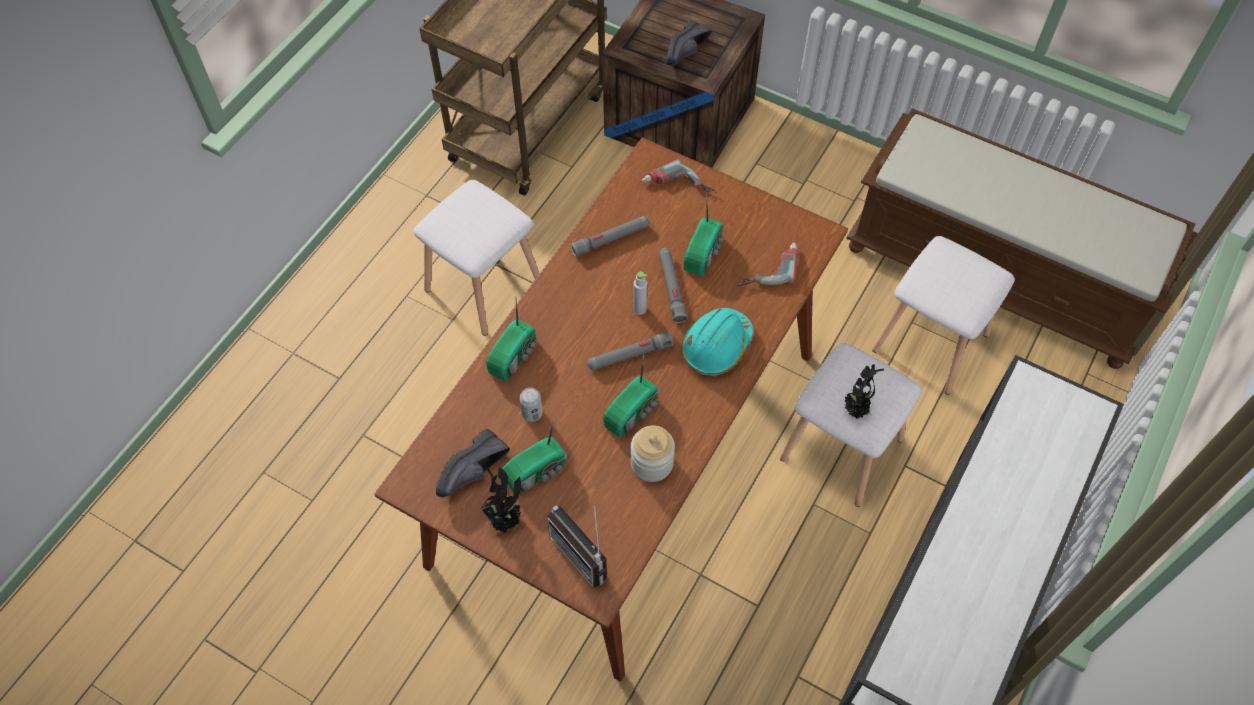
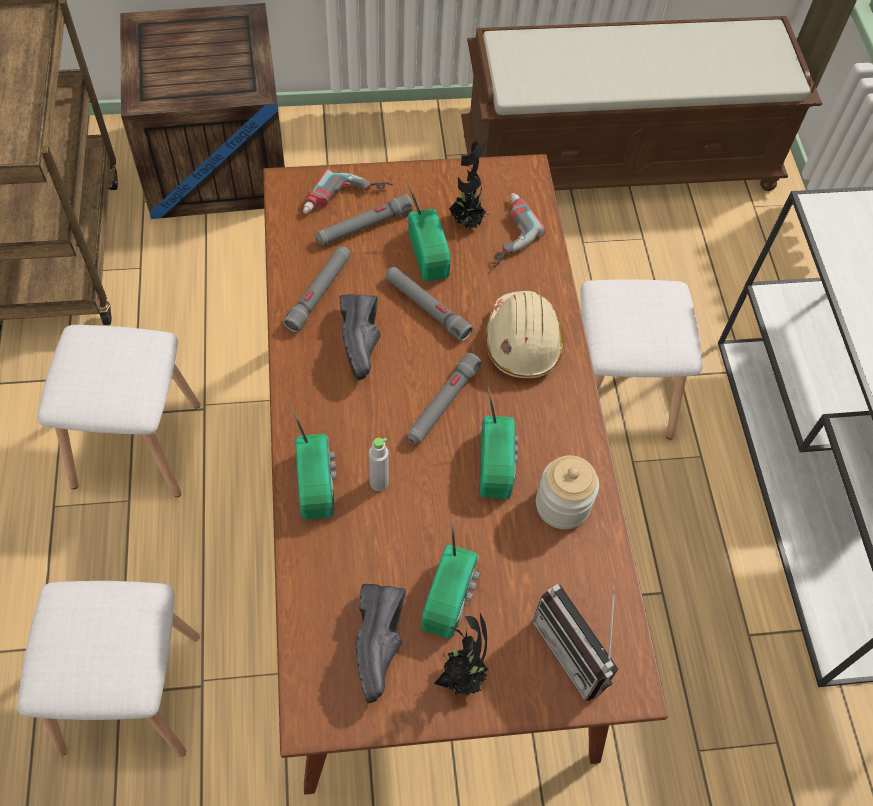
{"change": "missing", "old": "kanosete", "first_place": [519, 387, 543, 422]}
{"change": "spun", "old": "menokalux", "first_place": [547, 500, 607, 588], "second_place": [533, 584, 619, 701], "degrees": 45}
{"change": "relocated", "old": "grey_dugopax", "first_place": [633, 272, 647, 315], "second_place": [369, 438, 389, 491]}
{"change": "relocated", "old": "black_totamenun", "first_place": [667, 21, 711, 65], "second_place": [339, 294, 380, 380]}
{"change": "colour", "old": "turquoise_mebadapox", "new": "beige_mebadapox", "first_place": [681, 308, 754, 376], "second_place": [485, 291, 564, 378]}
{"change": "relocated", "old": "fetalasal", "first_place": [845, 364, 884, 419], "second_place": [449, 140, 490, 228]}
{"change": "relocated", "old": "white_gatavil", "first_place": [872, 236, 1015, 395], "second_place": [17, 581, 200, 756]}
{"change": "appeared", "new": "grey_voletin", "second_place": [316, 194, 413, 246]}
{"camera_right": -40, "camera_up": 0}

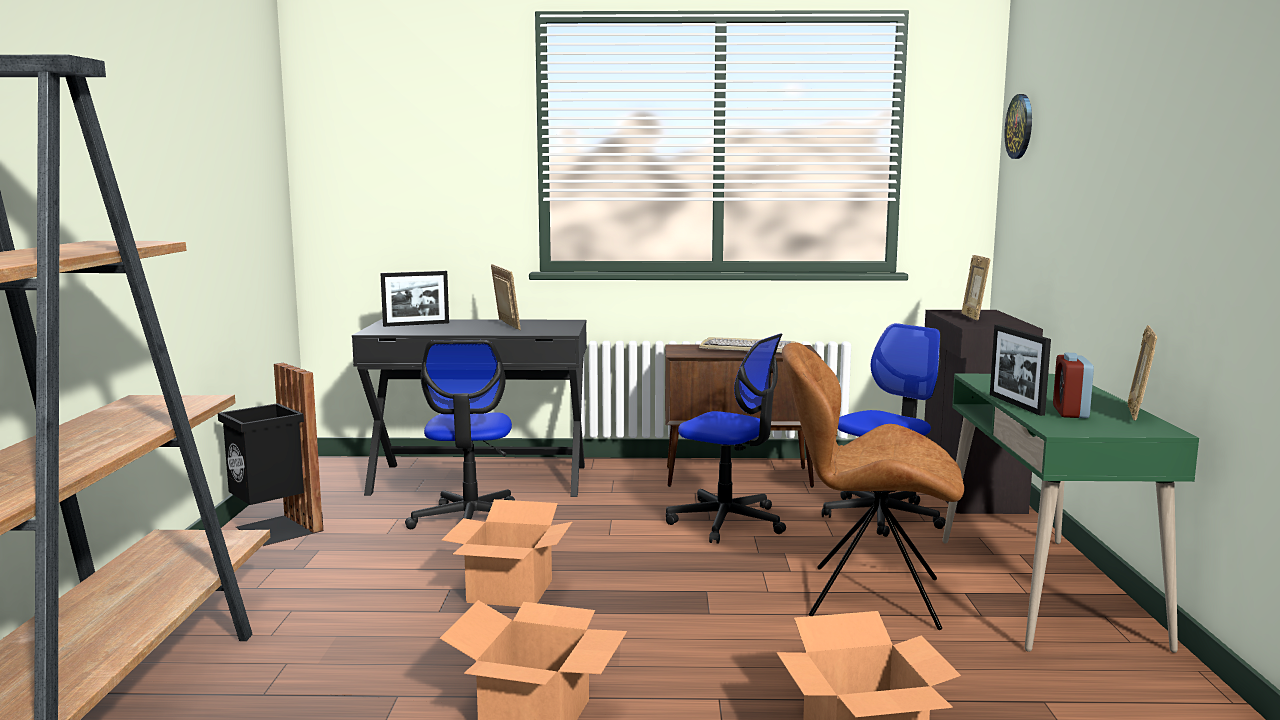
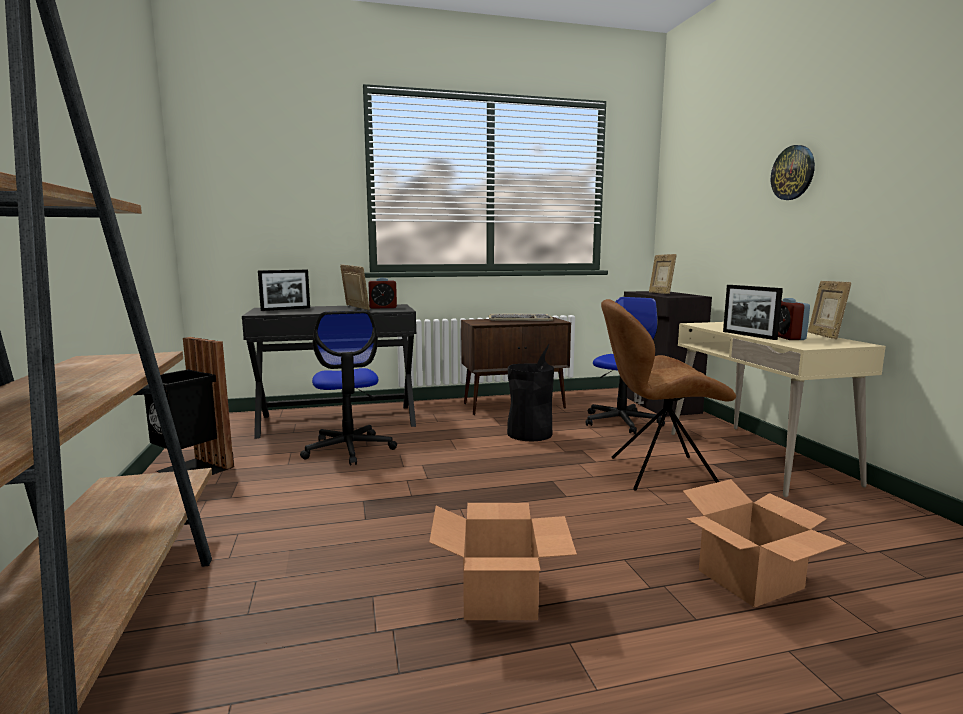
{"change": "missing", "old": "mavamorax", "first_place": [442, 499, 572, 607]}
{"change": "exchanged", "old": "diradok", "new": "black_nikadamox", "first_place": [666, 334, 786, 544], "second_place": [507, 344, 554, 441]}
{"change": "colour", "old": "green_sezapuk", "new": "beige_sezapuk", "first_place": [942, 374, 1199, 653], "second_place": [671, 322, 886, 497]}
{"change": "relocated", "old": "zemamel", "first_place": [1004, 94, 1032, 159], "second_place": [771, 145, 815, 200]}
{"change": "appeared", "new": "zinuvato", "second_place": [368, 278, 397, 309]}
{"camera_right": -15, "camera_up": 0}

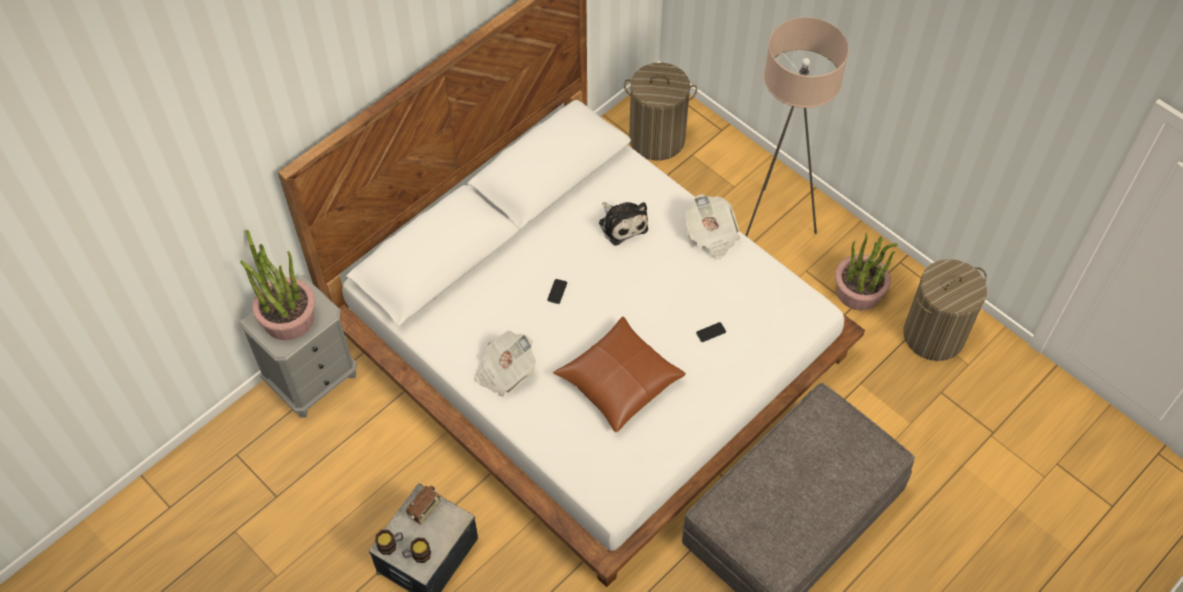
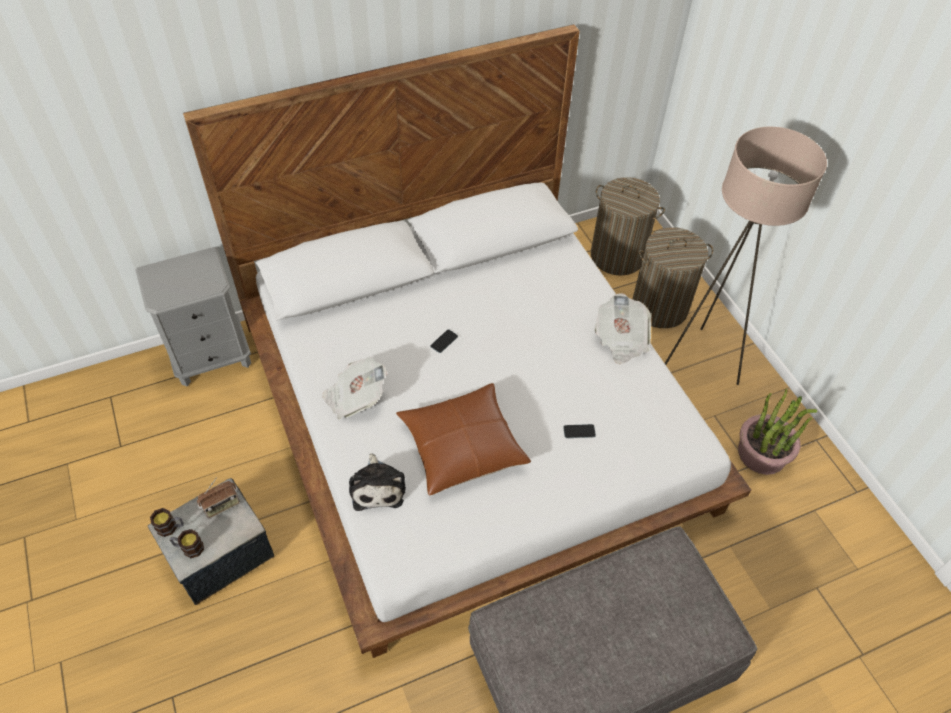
{"change": "missing", "old": "fetalasal", "first_place": [240, 230, 315, 340]}
{"change": "relocated", "old": "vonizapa", "first_place": [599, 202, 648, 246], "second_place": [349, 453, 406, 511]}
{"change": "relocated", "old": "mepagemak", "first_place": [904, 259, 987, 361], "second_place": [633, 227, 713, 328]}
{"camera_right": 20, "camera_up": -5}

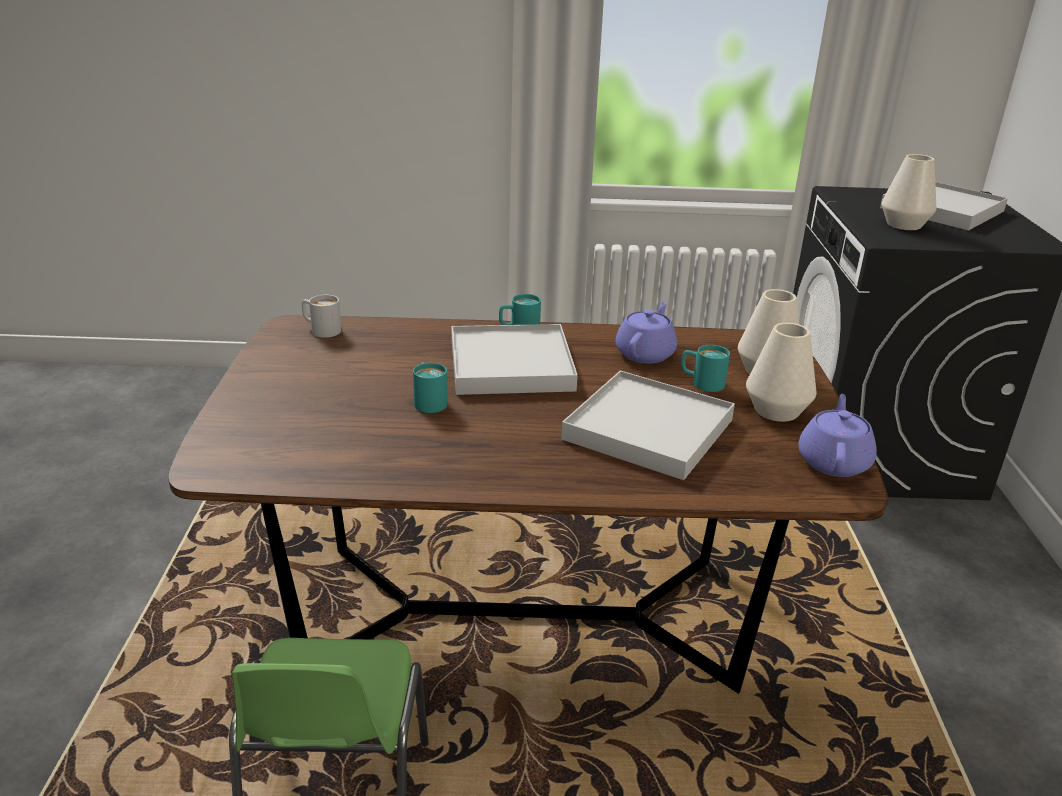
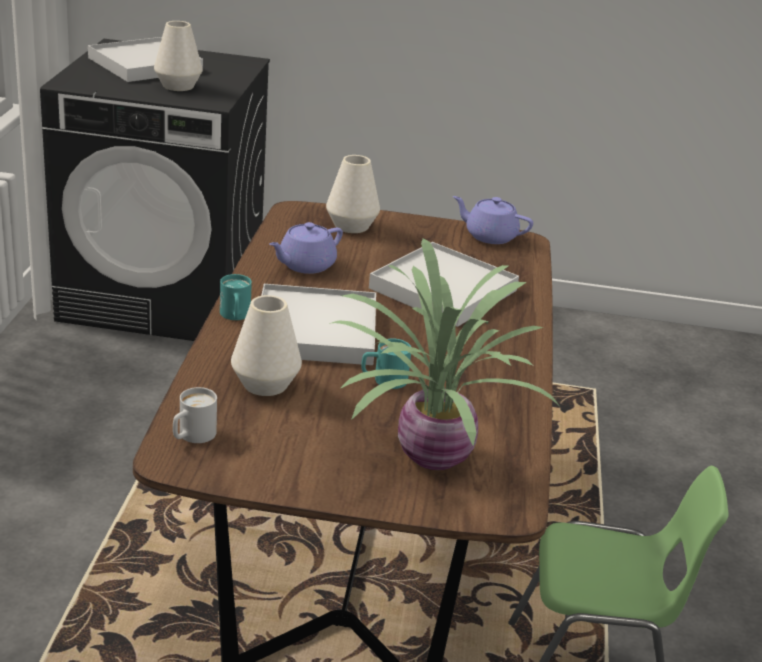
{"change": "spun", "old": "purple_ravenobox", "first_place": [616, 302, 677, 364], "second_place": [269, 222, 343, 274], "degrees": -75}
{"change": "missing", "old": "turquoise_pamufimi", "first_place": [681, 345, 730, 392]}
{"change": "relocated", "old": "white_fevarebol", "first_place": [746, 323, 817, 422], "second_place": [231, 295, 302, 396]}
{"change": "appeared", "new": "fetalasal", "second_place": [329, 238, 559, 470]}
{"camera_right": -85, "camera_up": 0}

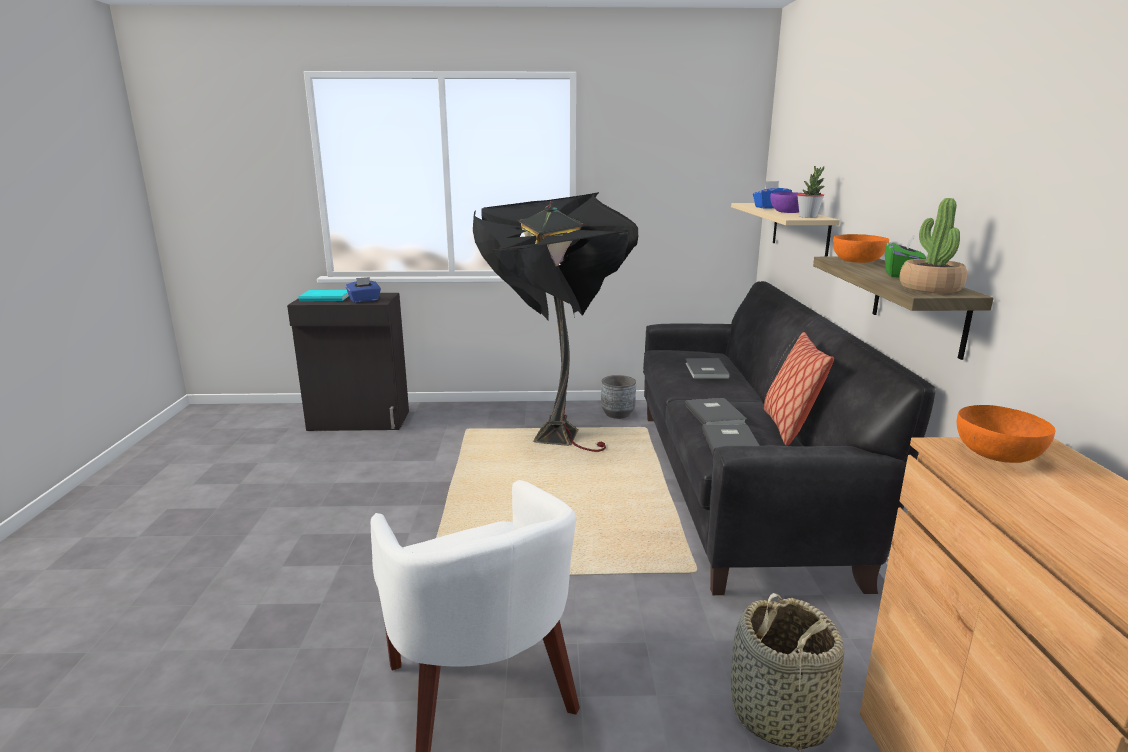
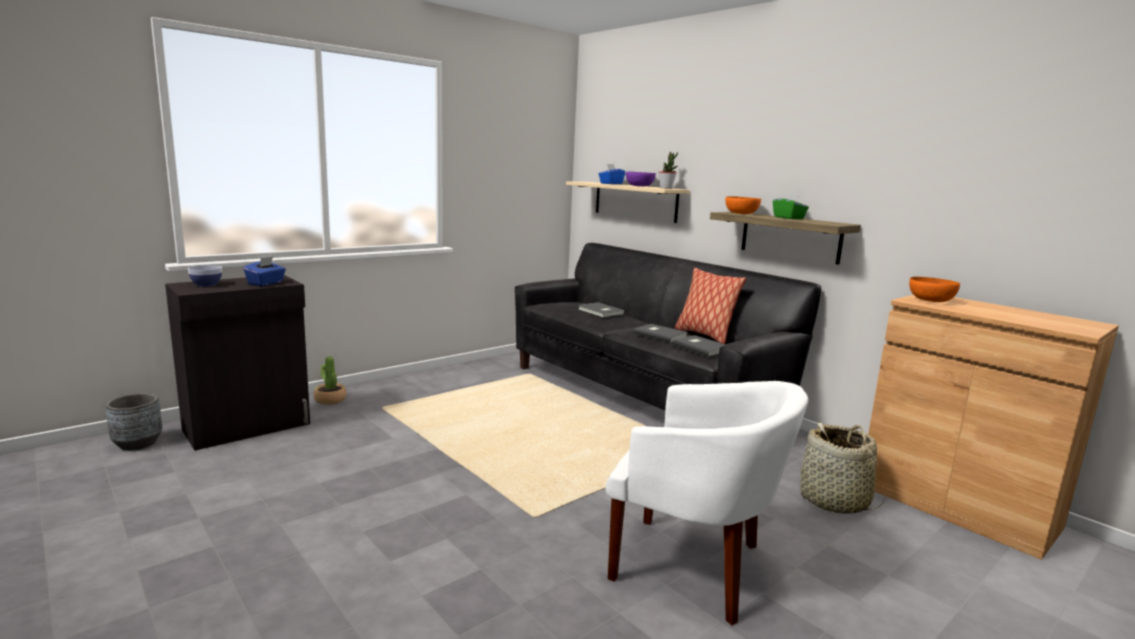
{"change": "exchanged", "old": "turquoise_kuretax", "new": "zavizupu", "first_place": [299, 290, 349, 301], "second_place": [188, 265, 222, 287]}
{"change": "missing", "old": "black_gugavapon", "first_place": [473, 192, 638, 452]}
{"change": "relocated", "old": "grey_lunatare", "first_place": [601, 375, 636, 419], "second_place": [105, 393, 162, 450]}
{"change": "relocated", "old": "fetalasal", "first_place": [900, 198, 967, 293], "second_place": [314, 356, 346, 405]}
{"camera_right": -40, "camera_up": -5}

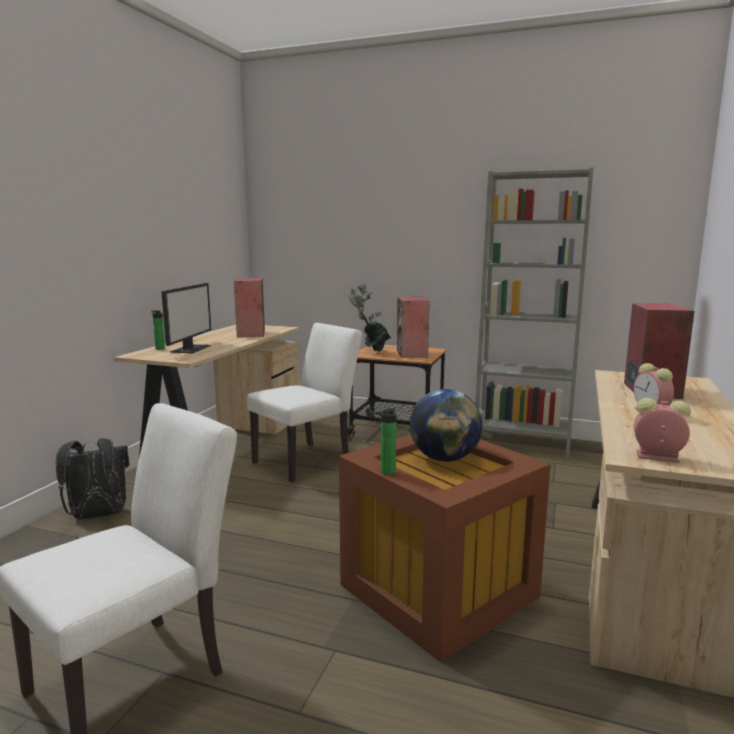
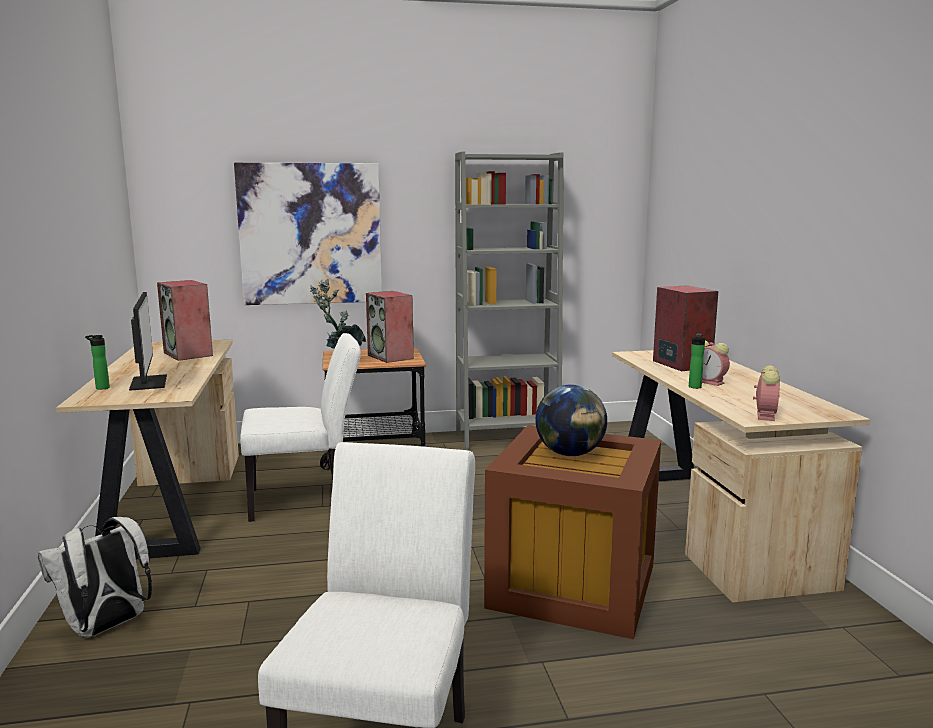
{"change": "colour", "old": "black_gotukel", "new": "white_gotukel", "first_place": [56, 438, 130, 520], "second_place": [38, 517, 152, 637]}
{"change": "spun", "old": "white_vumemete", "first_place": [247, 323, 362, 482], "second_place": [240, 333, 361, 522], "degrees": 60}
{"change": "relocated", "old": "dugopax", "first_place": [375, 408, 397, 475], "second_place": [689, 333, 705, 389]}
{"change": "spun", "old": "zinuvato", "first_place": [634, 398, 691, 463], "second_place": [753, 366, 780, 421], "degrees": 120}
{"change": "appeared", "new": "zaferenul", "second_place": [234, 163, 382, 305]}
{"camera_right": -30, "camera_up": 0}

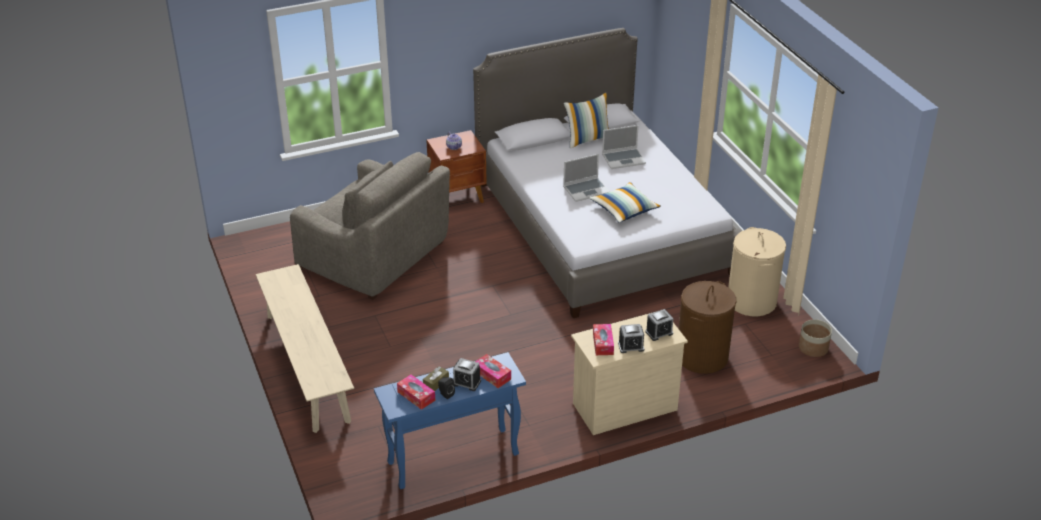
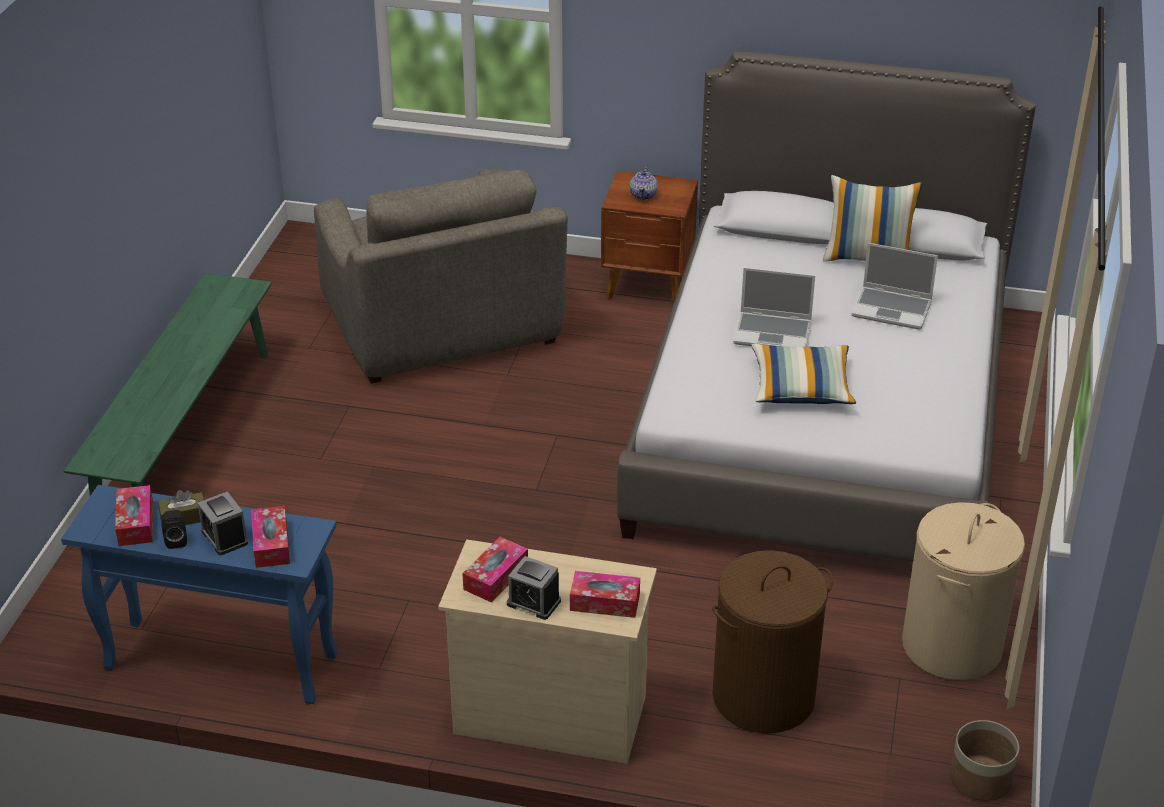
{"change": "colour", "old": "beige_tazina", "new": "green_tazina", "first_place": [256, 264, 354, 433], "second_place": [63, 273, 272, 496]}
{"change": "exchanged", "old": "zinuvato", "new": "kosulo", "first_place": [645, 309, 673, 341], "second_place": [570, 571, 640, 618]}
{"camera_right": 35, "camera_up": 0}

